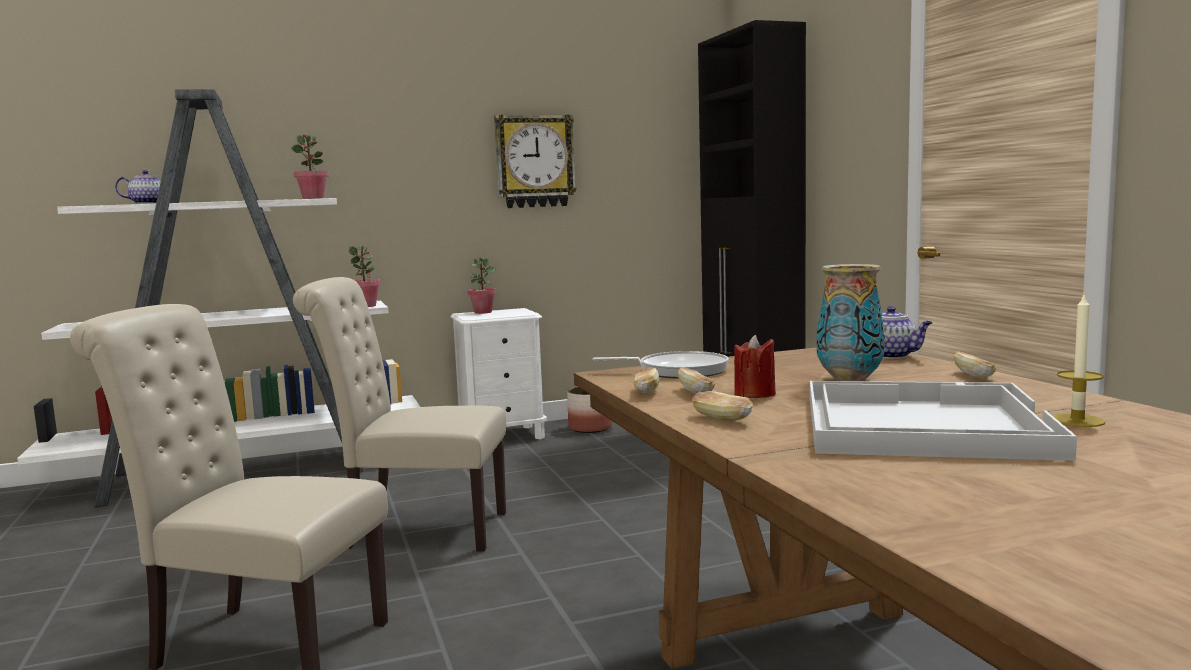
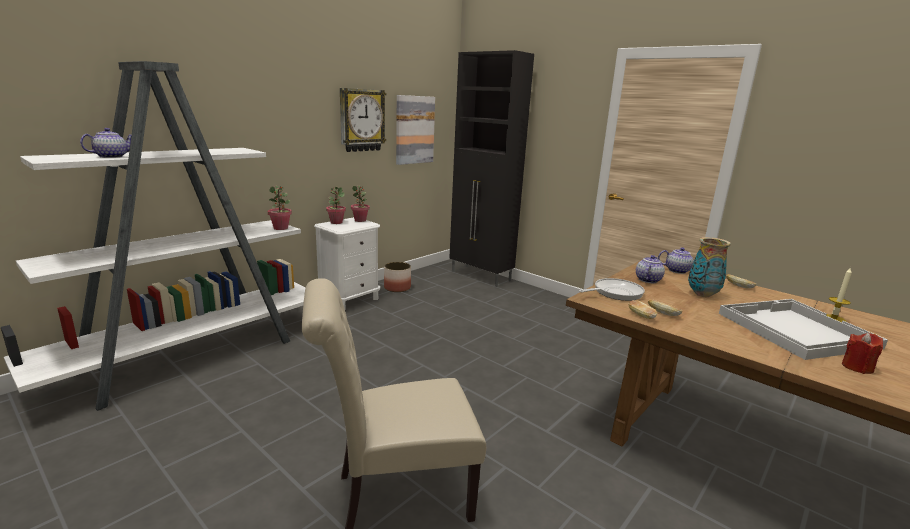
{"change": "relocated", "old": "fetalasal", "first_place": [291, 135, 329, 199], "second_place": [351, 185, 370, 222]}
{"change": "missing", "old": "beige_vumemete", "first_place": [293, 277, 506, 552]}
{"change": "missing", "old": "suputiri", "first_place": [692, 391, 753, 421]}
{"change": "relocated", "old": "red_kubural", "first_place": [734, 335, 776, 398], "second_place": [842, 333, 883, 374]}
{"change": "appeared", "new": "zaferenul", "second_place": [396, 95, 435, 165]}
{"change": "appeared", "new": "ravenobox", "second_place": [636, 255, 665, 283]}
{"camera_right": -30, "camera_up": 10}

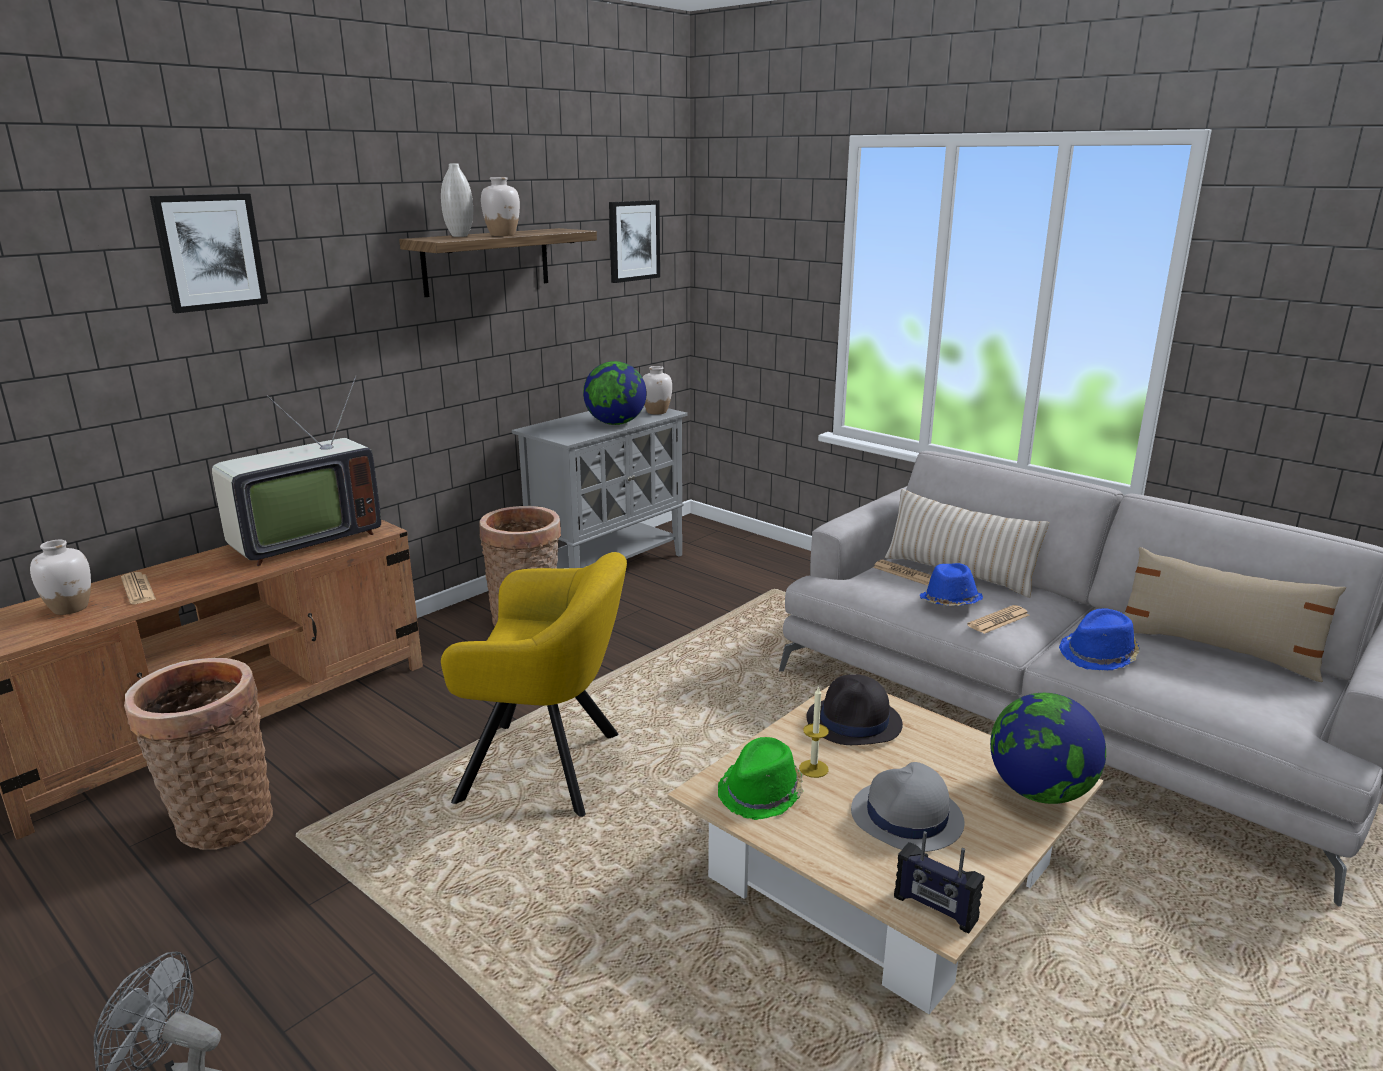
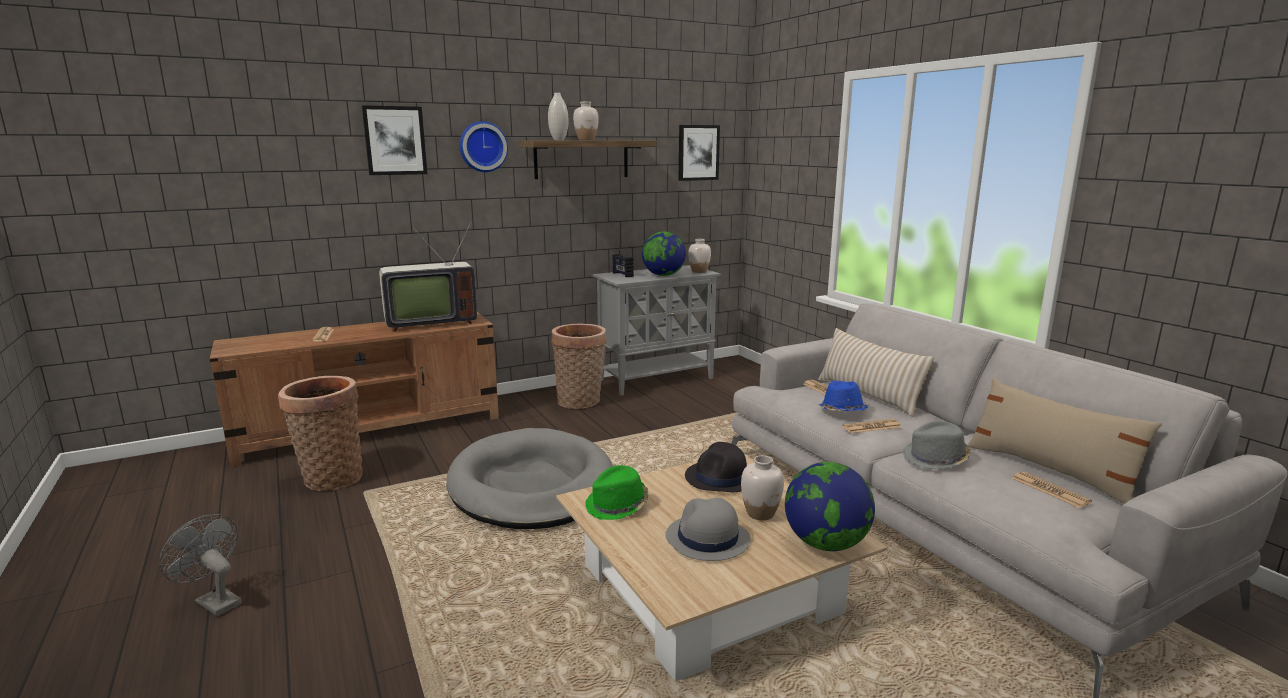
{"change": "relocated", "old": "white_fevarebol", "first_place": [30, 540, 91, 615], "second_place": [741, 455, 784, 521]}
{"change": "exchanged", "old": "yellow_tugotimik", "new": "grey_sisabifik", "first_place": [441, 552, 627, 817], "second_place": [446, 428, 613, 529]}
{"change": "missing", "old": "kubural", "first_place": [799, 686, 829, 778]}
{"change": "relocated", "old": "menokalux", "first_place": [894, 831, 984, 933], "second_place": [613, 245, 634, 277]}
{"change": "colour", "old": "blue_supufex", "new": "grey_supufex", "first_place": [1059, 608, 1140, 670], "second_place": [903, 421, 971, 469]}
{"change": "appeared", "new": "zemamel", "second_place": [460, 121, 508, 172]}
{"change": "appeared", "new": "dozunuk", "second_place": [1012, 471, 1092, 508]}
{"camera_right": 20, "camera_up": -5}

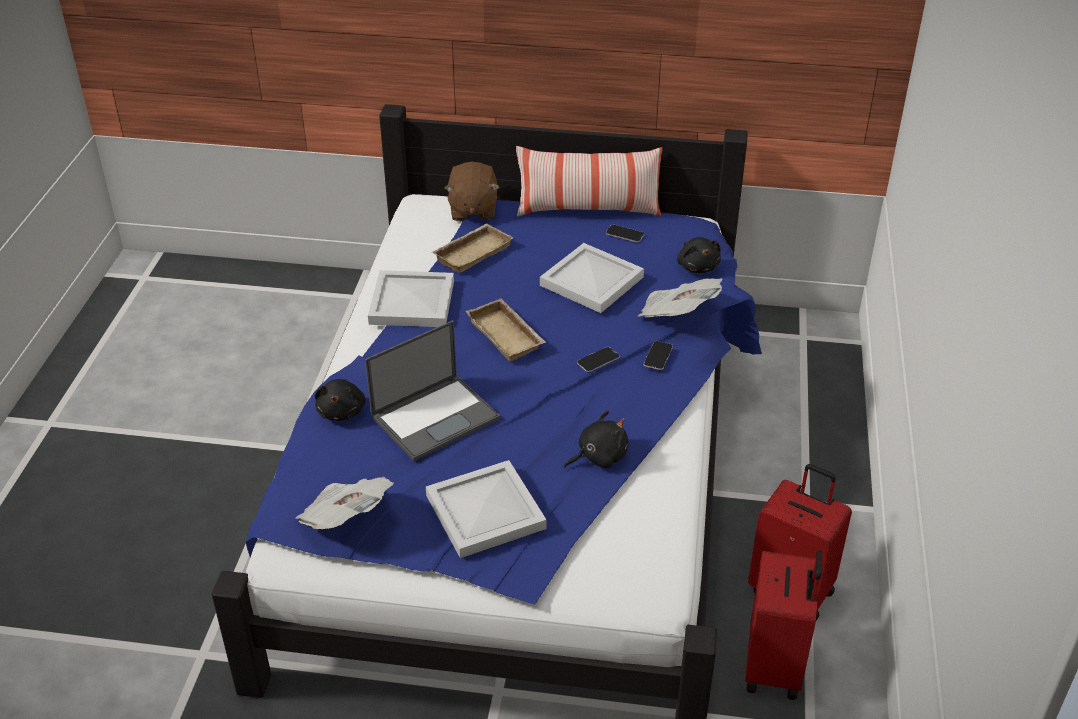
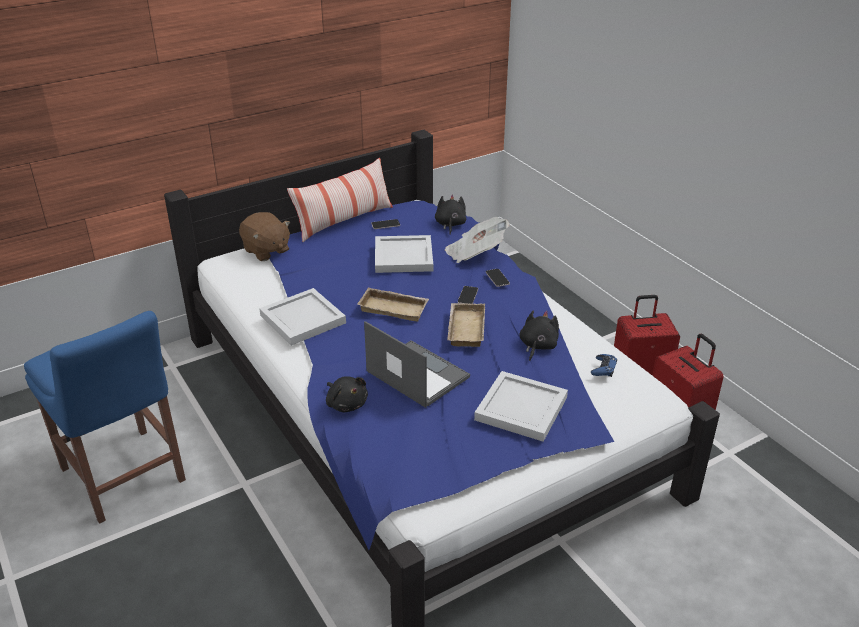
{"change": "missing", "old": "dozunuk", "first_place": [295, 477, 394, 529]}
{"change": "spun", "old": "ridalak", "first_place": [365, 320, 500, 461], "second_place": [364, 321, 470, 408], "degrees": -60}
{"change": "relocated", "old": "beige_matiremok", "first_place": [432, 224, 514, 273], "second_place": [447, 303, 485, 347]}
{"change": "spun", "old": "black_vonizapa", "first_place": [677, 237, 721, 273], "second_place": [435, 195, 466, 234], "degrees": -120}
{"change": "appeared", "new": "blue_vumemete", "second_place": [24, 311, 186, 524]}
{"change": "appeared", "new": "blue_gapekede", "second_place": [591, 354, 617, 377]}
{"camera_right": -40, "camera_up": -5}

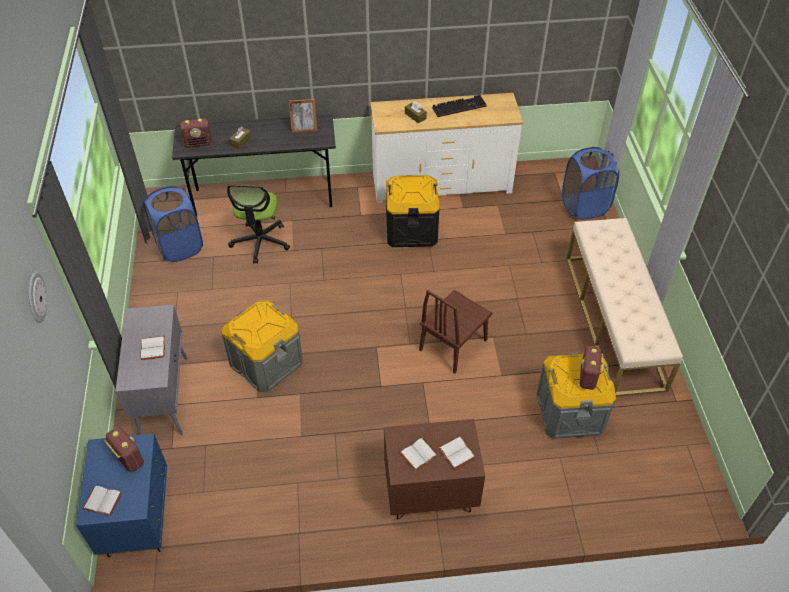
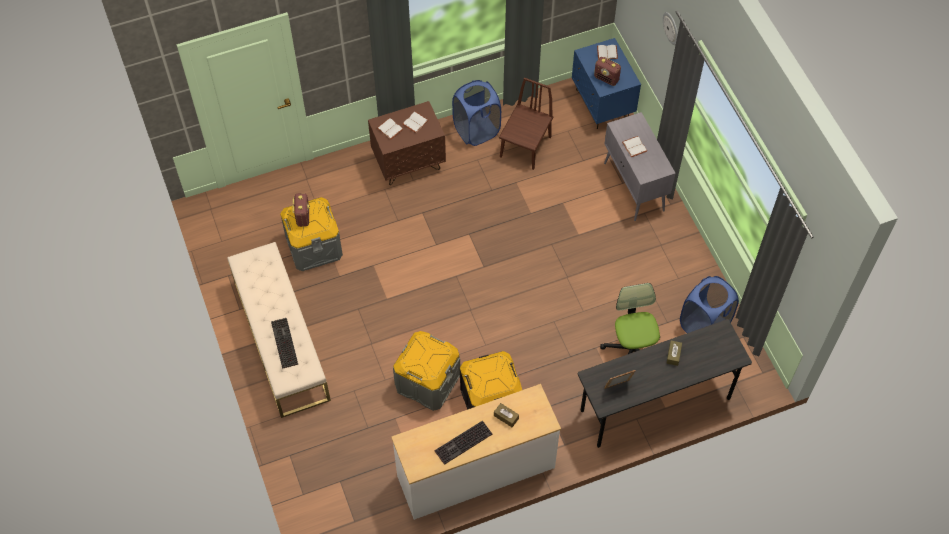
{"change": "missing", "old": "menokalux", "first_place": [180, 118, 212, 148]}
{"change": "relocated", "old": "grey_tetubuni", "first_place": [222, 300, 303, 392], "second_place": [393, 331, 460, 411]}
{"change": "relocated", "old": "brown_vumemete", "first_place": [419, 290, 492, 374], "second_place": [499, 78, 553, 170]}
{"change": "relocated", "old": "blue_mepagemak", "first_place": [562, 147, 619, 220], "second_place": [452, 80, 501, 146]}
{"change": "appeared", "new": "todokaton", "second_place": [271, 318, 298, 369]}
{"camera_right": 165, "camera_up": 10}

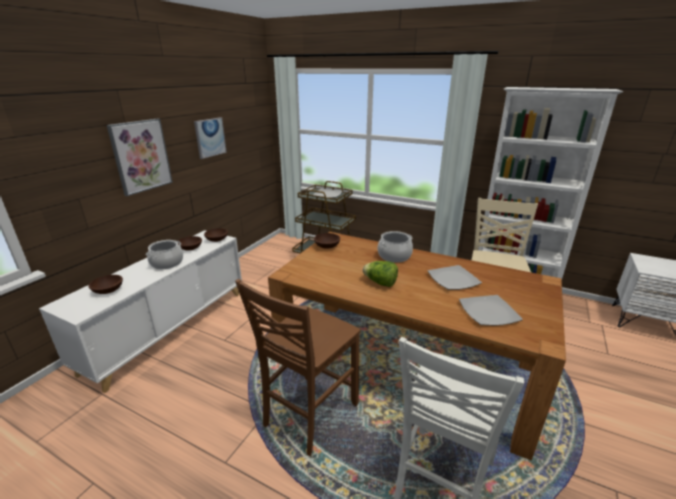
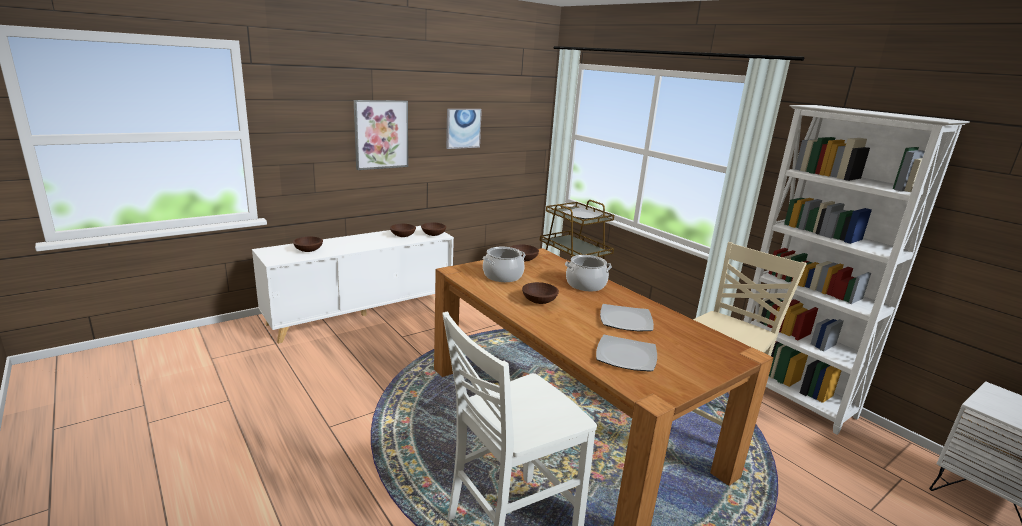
{"change": "relocated", "old": "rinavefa", "first_place": [146, 240, 183, 269], "second_place": [482, 247, 525, 282]}
{"change": "missing", "old": "brown_vumemete", "first_place": [235, 279, 360, 456]}
{"change": "exchanged", "old": "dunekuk", "new": "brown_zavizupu", "first_place": [363, 261, 398, 287], "second_place": [522, 282, 559, 304]}
{"camera_right": 25, "camera_up": -5}

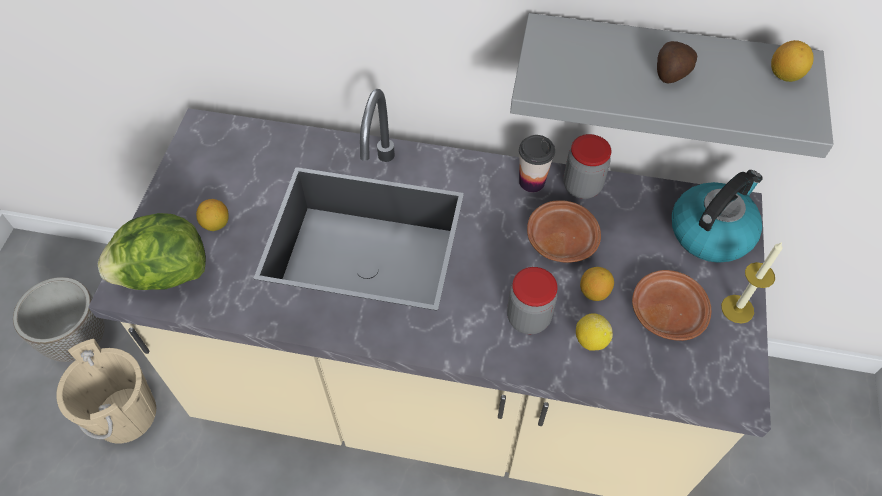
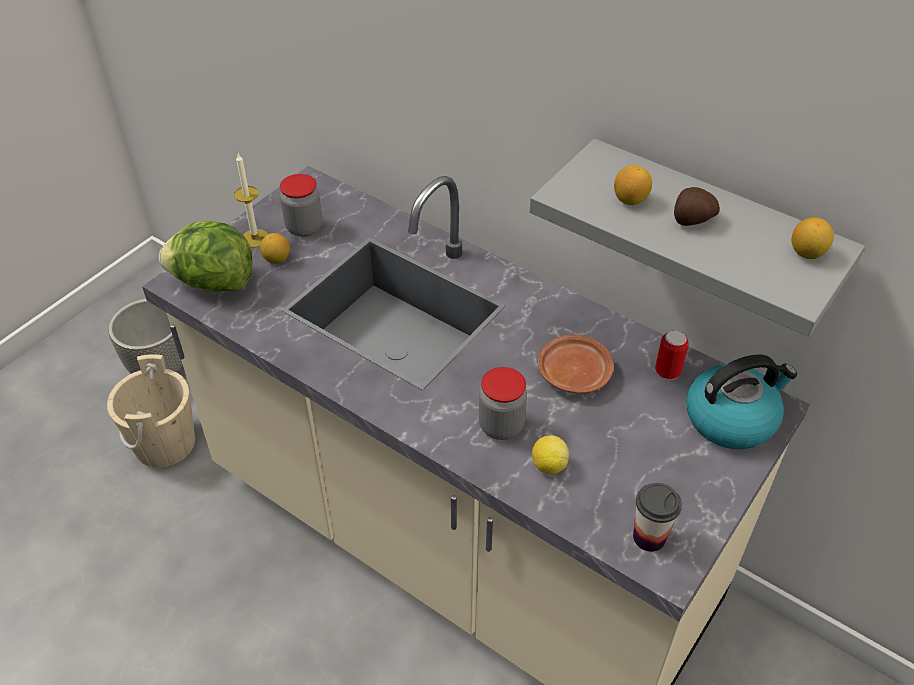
{"change": "relocated", "old": "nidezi", "first_place": [519, 135, 555, 192], "second_place": [633, 483, 682, 552]}
{"change": "relocated", "old": "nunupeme", "first_place": [563, 134, 611, 199], "second_place": [280, 174, 322, 237]}
{"change": "relocated", "old": "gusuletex", "first_place": [580, 267, 614, 301], "second_place": [614, 165, 652, 205]}
{"change": "missing", "old": "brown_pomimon", "first_place": [632, 270, 711, 341]}
{"change": "relocated", "old": "kubural", "first_place": [721, 242, 783, 324], "second_place": [234, 154, 268, 248]}
{"change": "appeared", "new": "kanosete", "second_place": [655, 330, 689, 380]}
{"camera_right": 25, "camera_up": -10}

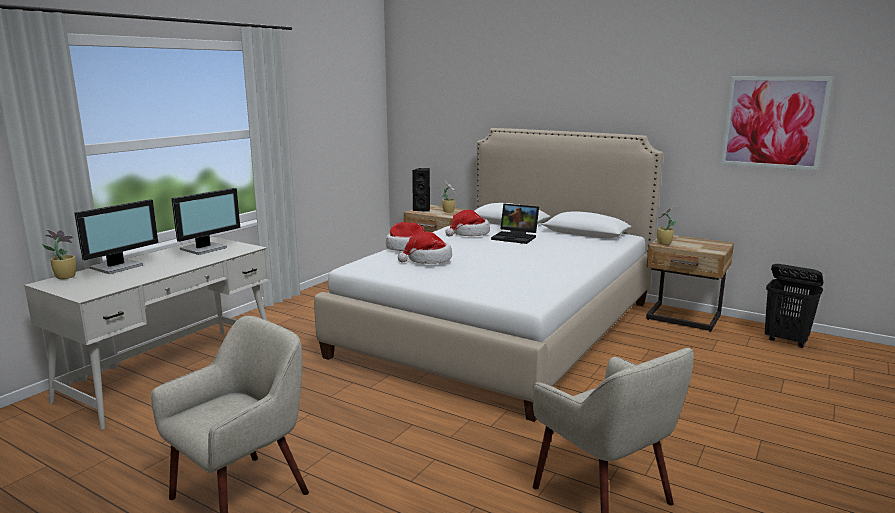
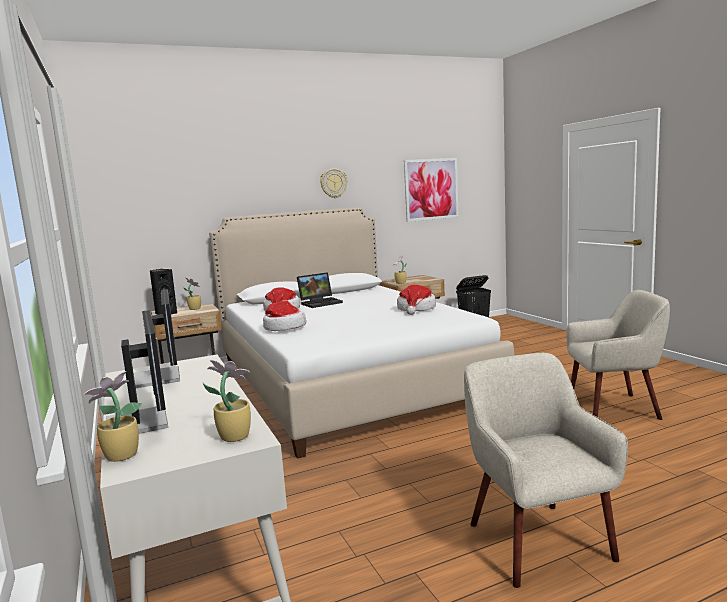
{"change": "relocated", "old": "supufex", "first_place": [398, 232, 452, 264], "second_place": [397, 285, 436, 315]}
{"change": "appeared", "new": "fetalasal", "second_place": [203, 360, 251, 442]}
{"change": "appeared", "new": "zemamel", "second_place": [320, 168, 348, 198]}
{"camera_right": -55, "camera_up": -5}

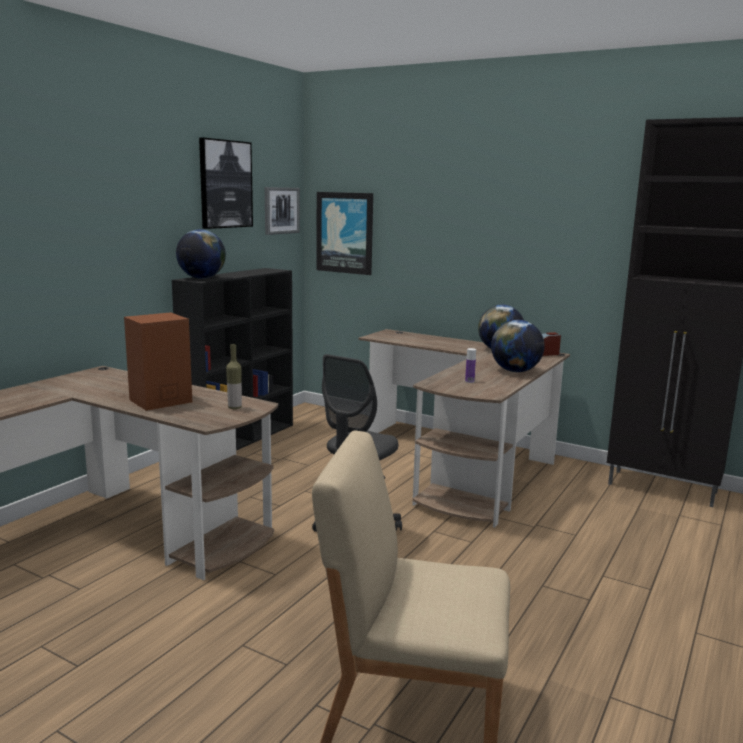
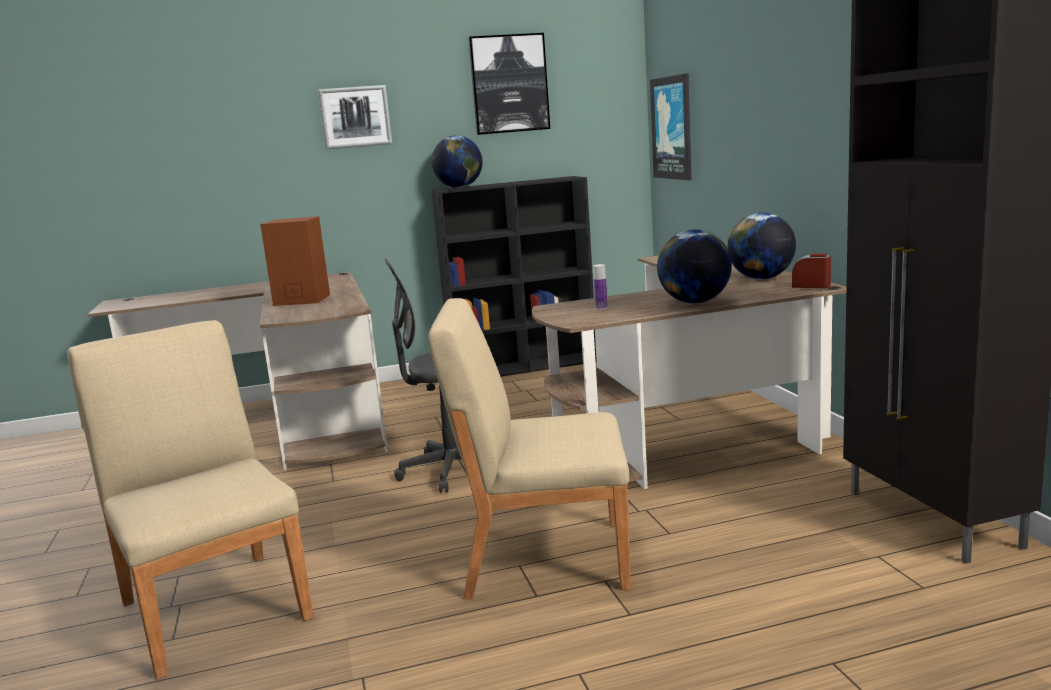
{"change": "missing", "old": "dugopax", "first_place": [226, 344, 242, 409]}
{"change": "relocated", "old": "zaferenul", "first_place": [265, 187, 300, 235], "second_place": [318, 85, 392, 149]}
{"change": "appeared", "new": "beige_vumemete", "second_place": [428, 298, 631, 600]}
{"camera_right": 45, "camera_up": 0}

